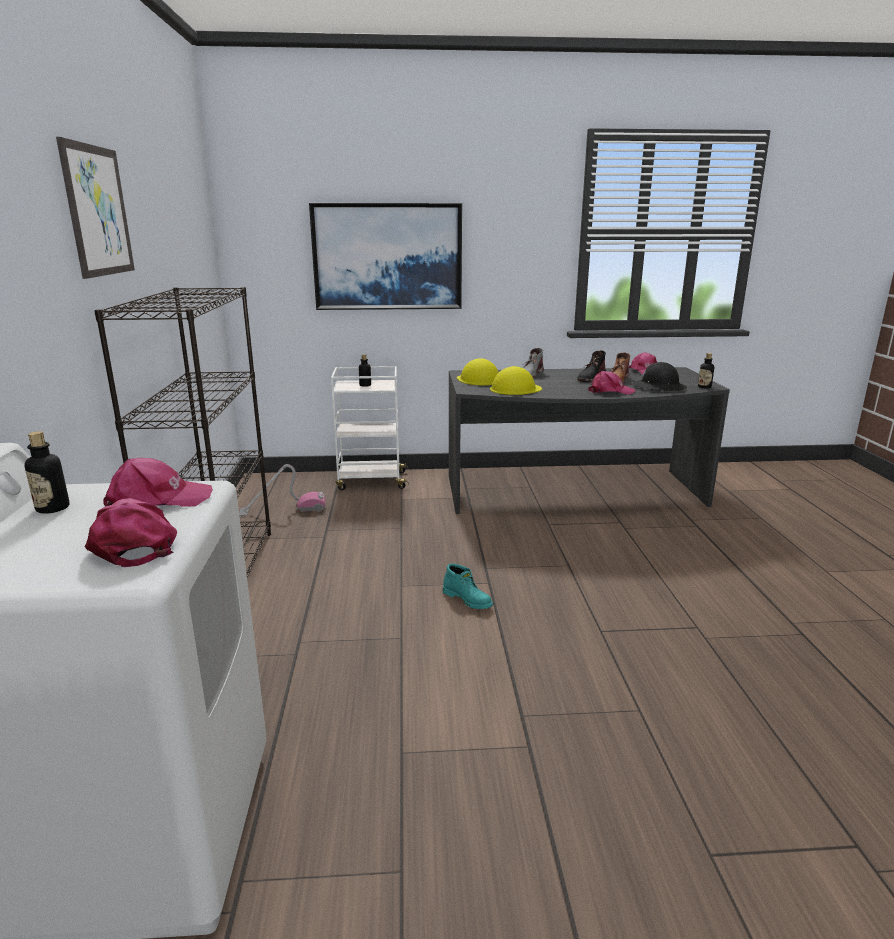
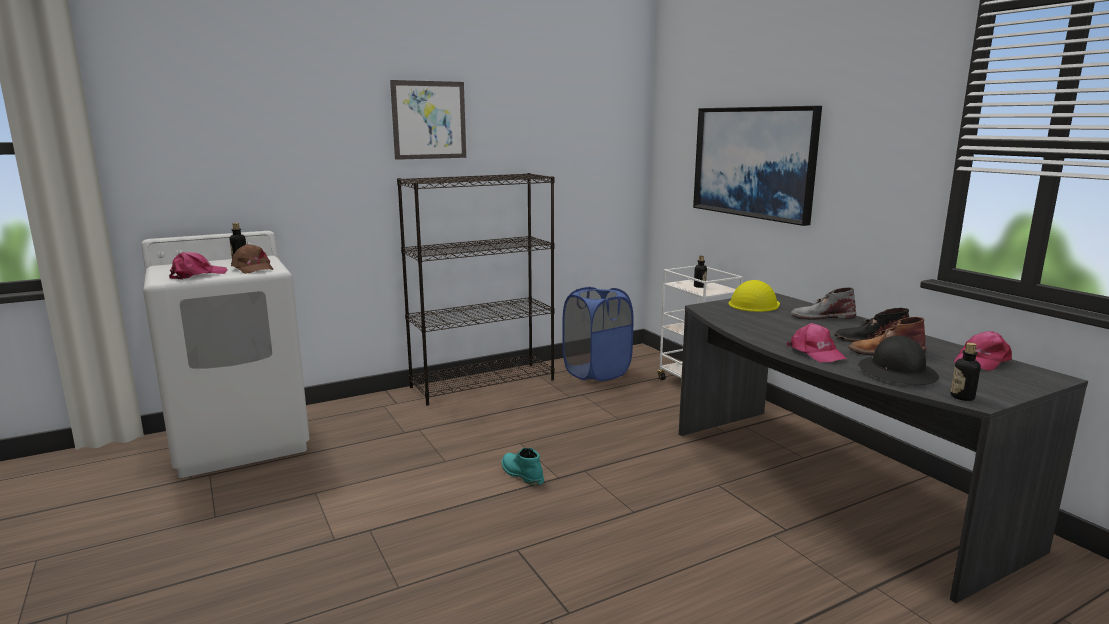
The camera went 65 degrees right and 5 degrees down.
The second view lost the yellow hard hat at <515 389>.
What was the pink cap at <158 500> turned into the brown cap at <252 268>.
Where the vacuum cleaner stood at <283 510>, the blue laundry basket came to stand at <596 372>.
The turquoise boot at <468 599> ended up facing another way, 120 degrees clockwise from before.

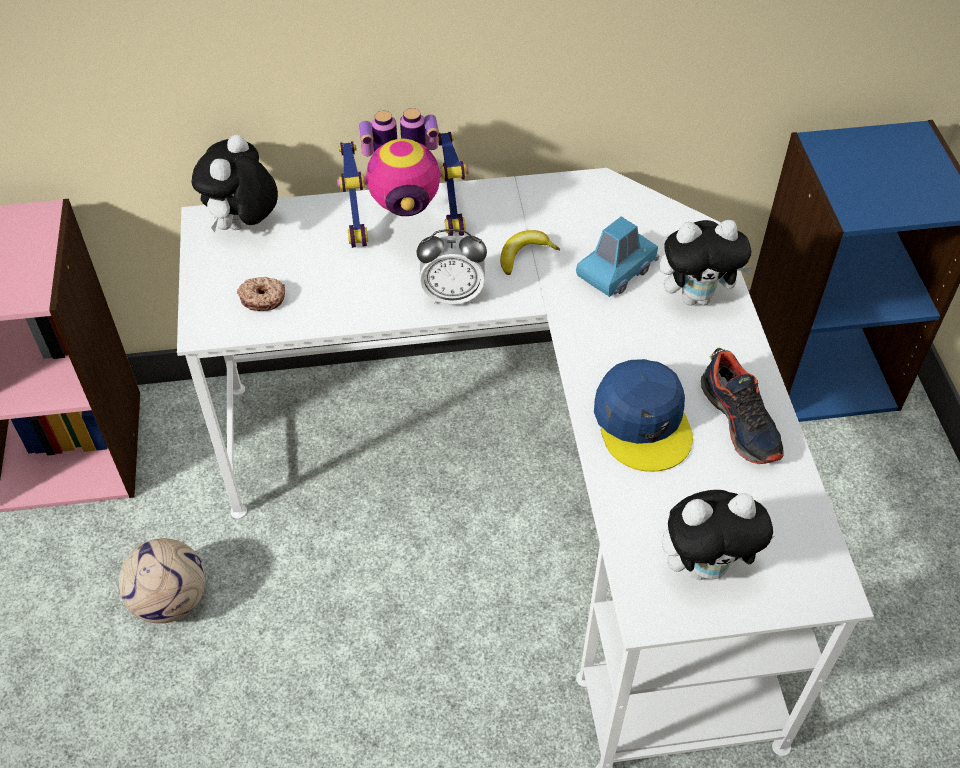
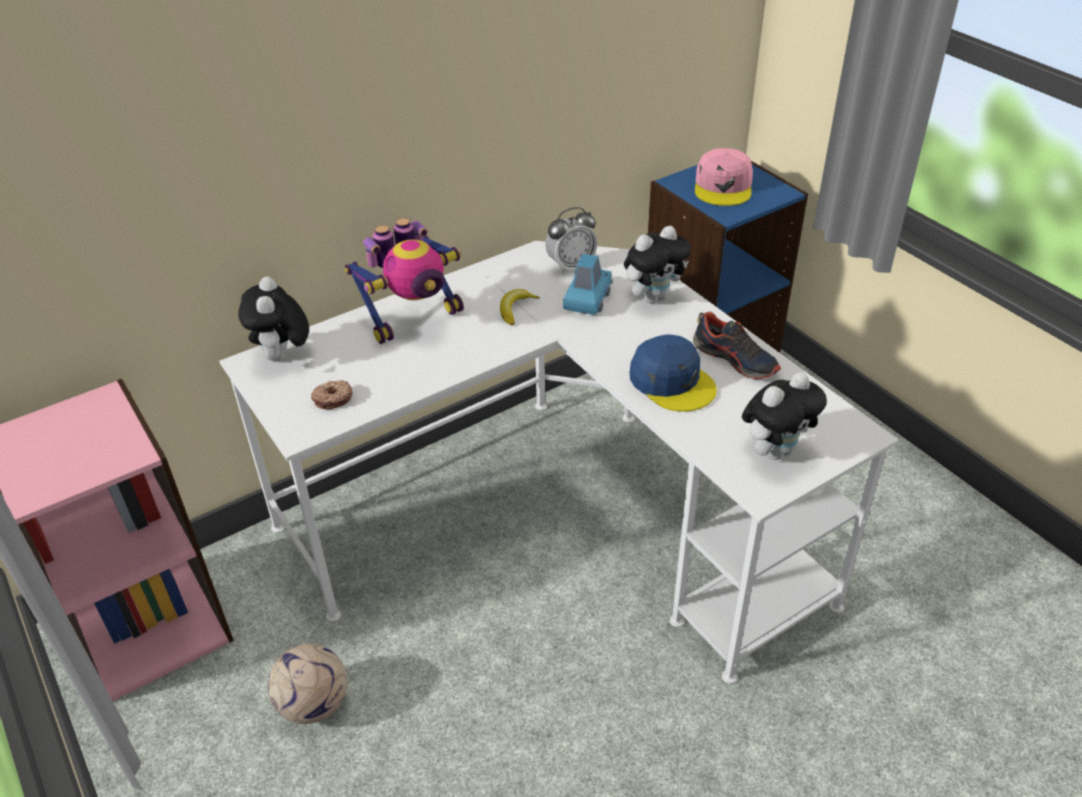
The camera went 25 degrees left and 10 degrees down.
The alarm clock ended up elsewhere, having gone from <452 295> to <571 266>.
The second view gained the pink cap at <723 186>.

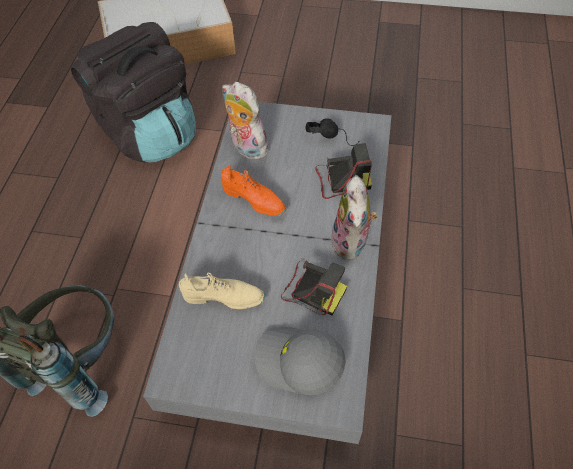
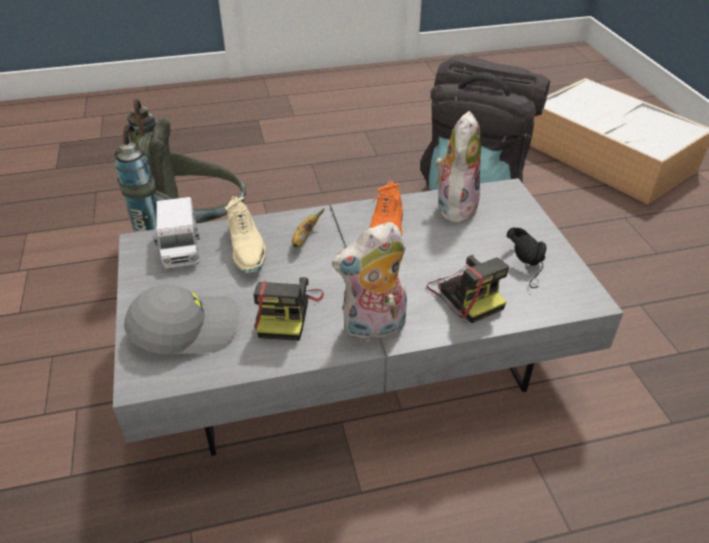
The camera went 65 degrees right and 15 degrees down.
The grey cap at <298 363> ended up facing another way, 75 degrees clockwise from before.
The second view gained the toy truck at <180 248>.
The second view gained the banana at <304 238>.

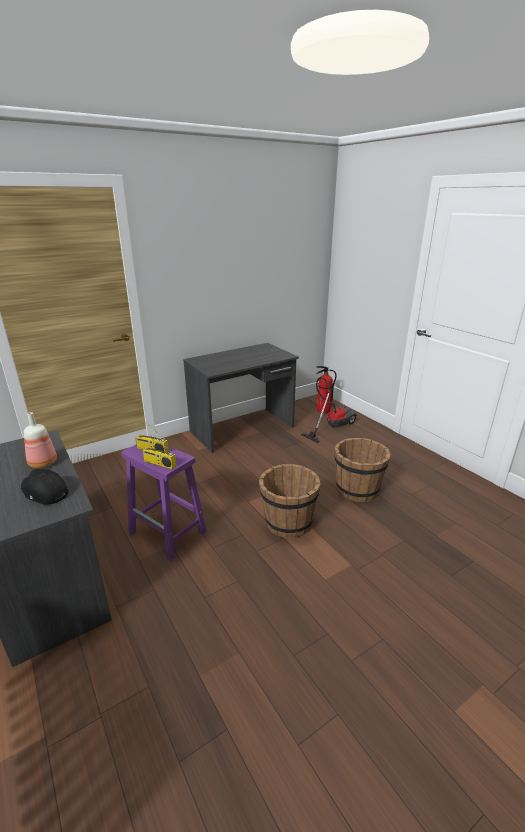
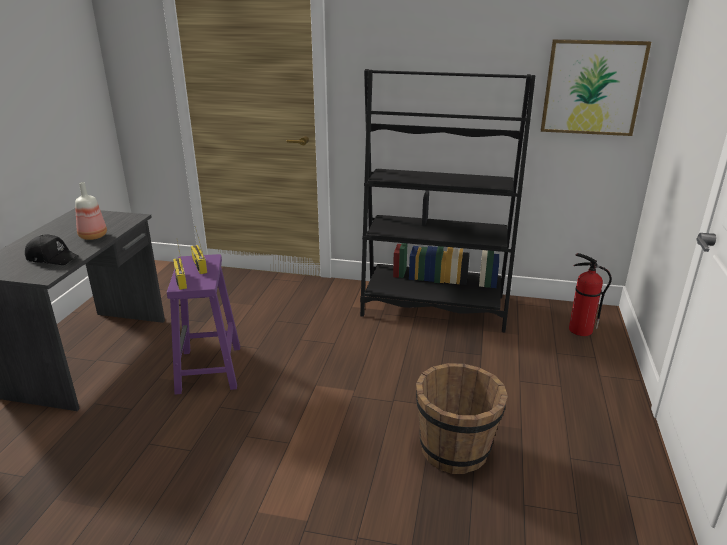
The camera went 45 degrees right and 0 degrees up.
Where the grey desk stood at <243 429>, the black bookcase came to stand at <433 306>.
The second view lost the vacuum cleaner at <331 426>.
The second view lost the brown bucket at <288 522>.
The black cap at <44 492> ended up facing another way, 120 degrees clockwise from before.
The second view gained the picture at <592 87>.

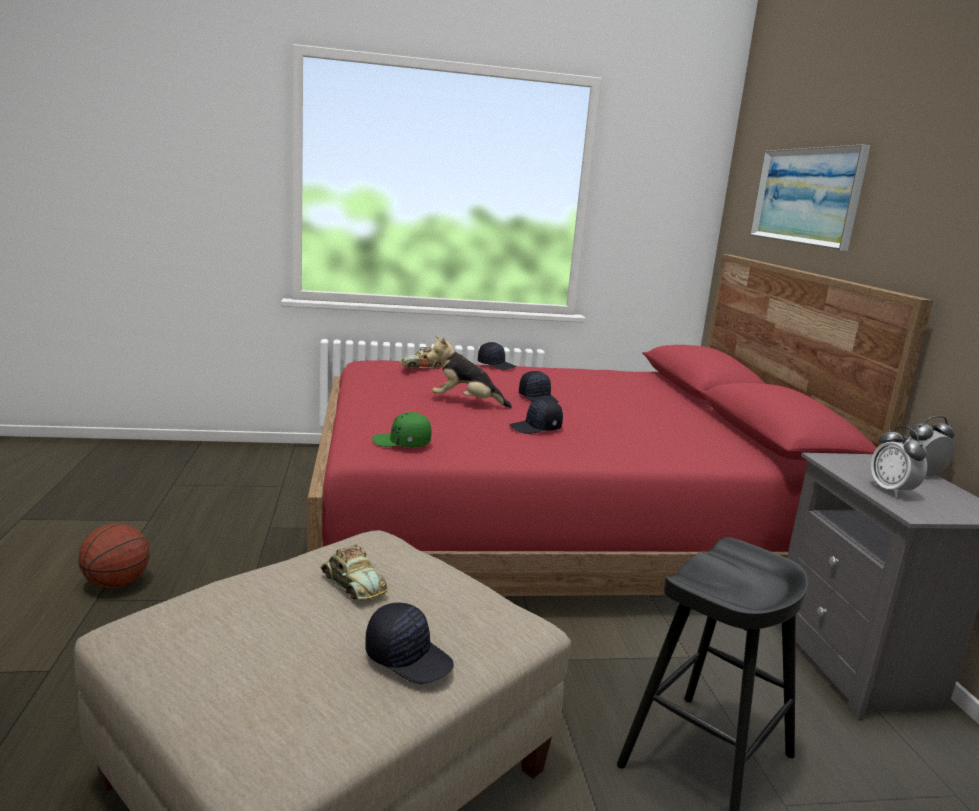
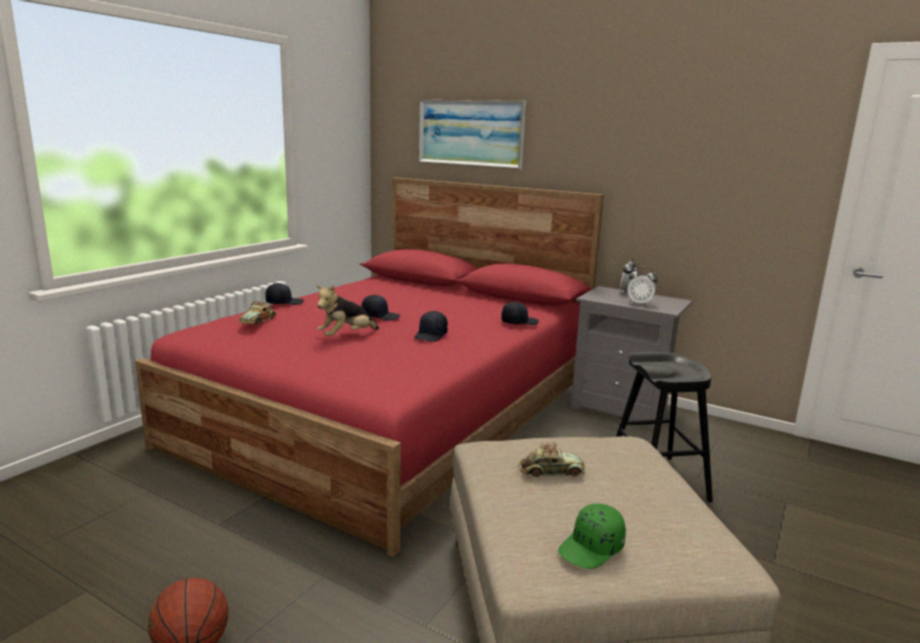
The camera went 50 degrees left and 0 degrees up.
The green cap ended up elsewhere, having gone from <401 443> to <592 548>.
The black cap ended up elsewhere, having gone from <409 657> to <519 322>.

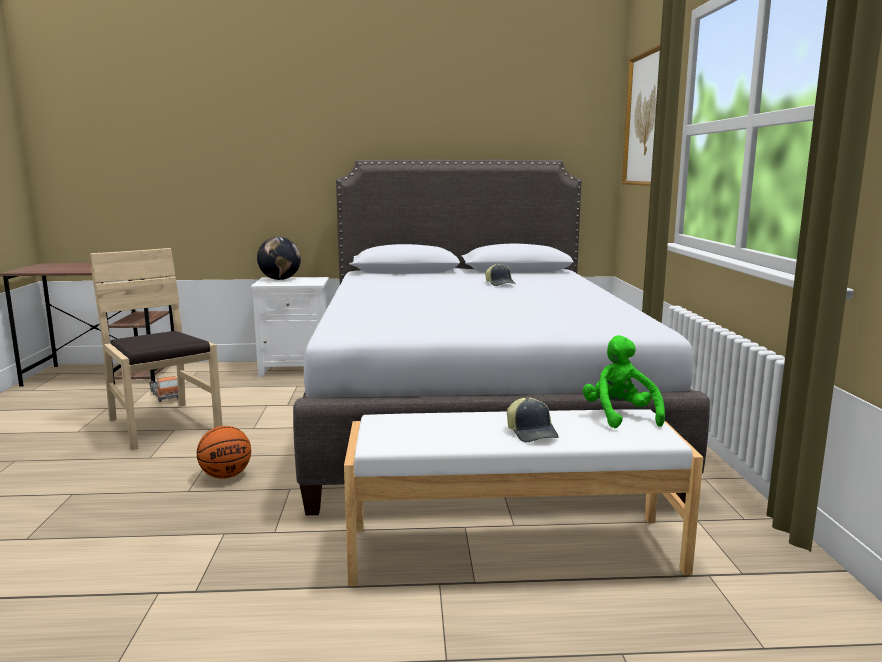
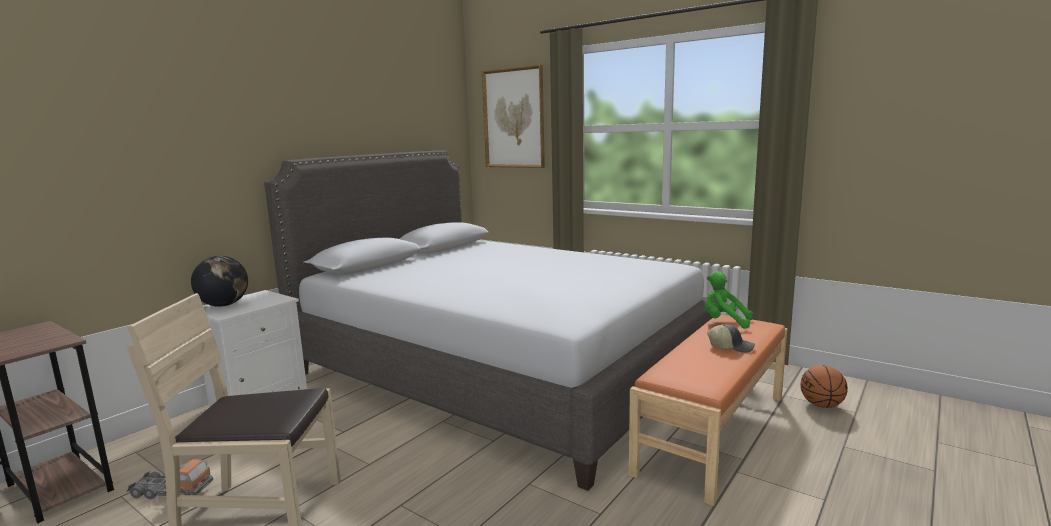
The camera went 50 degrees left and 0 degrees up.
The second view lost the cap at <500 284>.
What was the white bench at <513 548> turned into the orange bench at <712 432>.
The basketball ended up elsewhere, having gone from <226 476> to <821 405>.

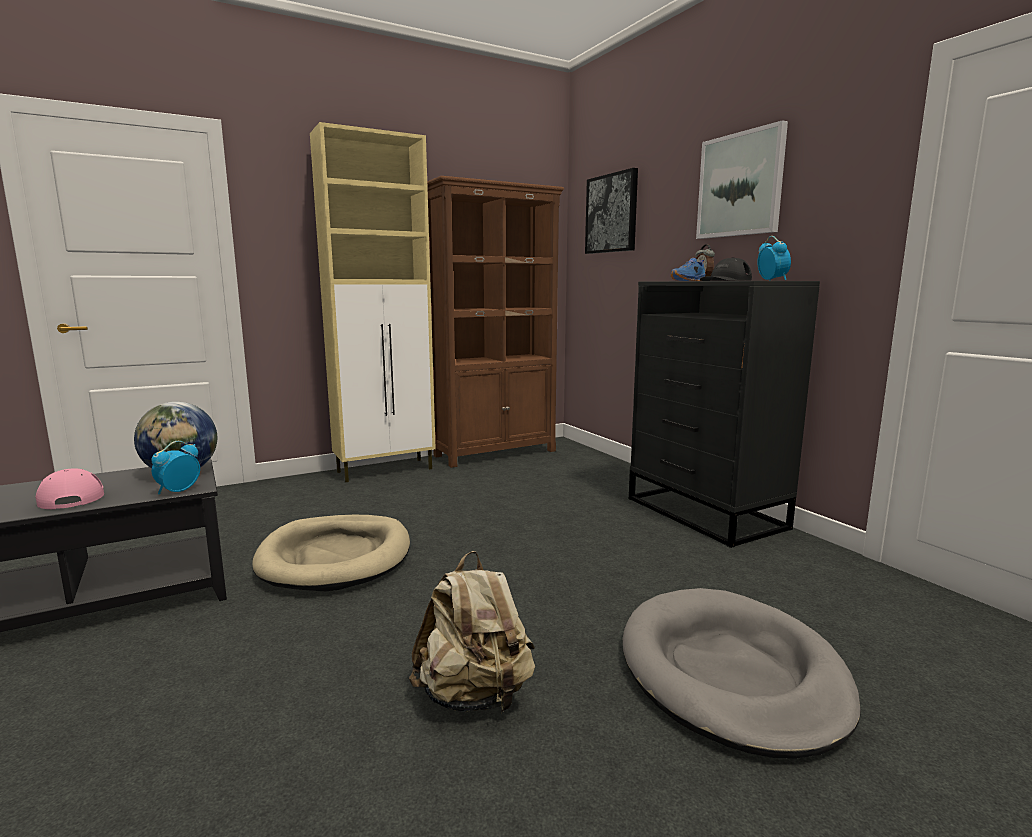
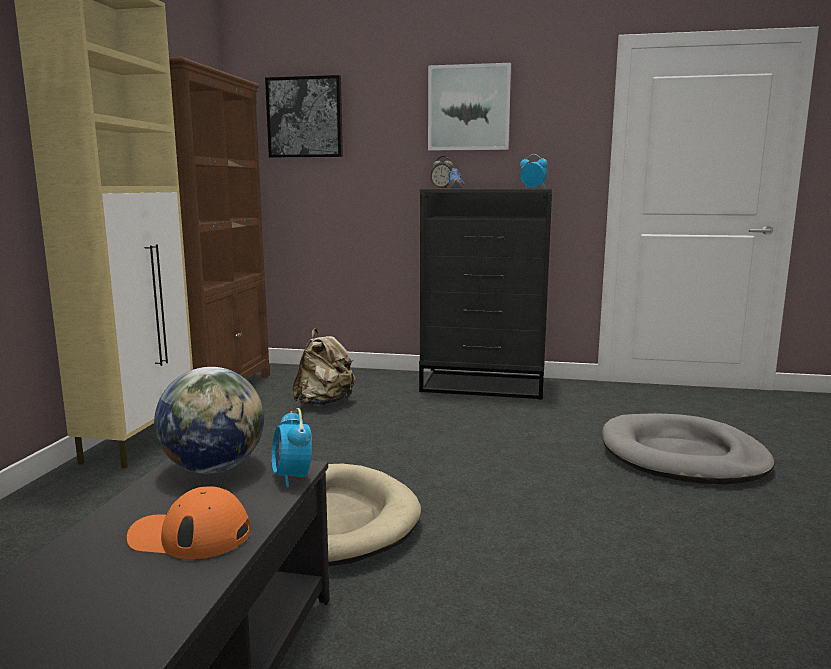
The camera went 50 degrees left and 0 degrees up.
The second view lost the black cap at <726 280>.
What was the pink cap at <72 496> turned into the orange cap at <190 535>.
The beige backpack ended up elsewhere, having gone from <474 696> to <324 403>.

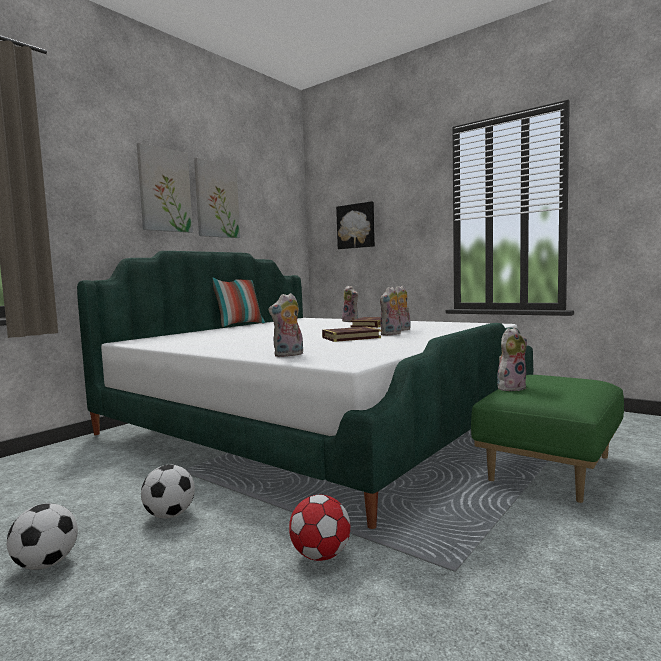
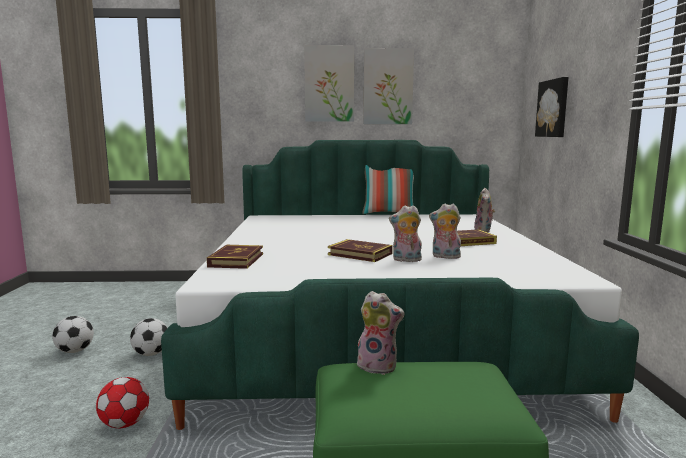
The camera went 50 degrees right and 5 degrees up.
Where the plush toy stood at <289 355>, the book came to stand at <236 260>.

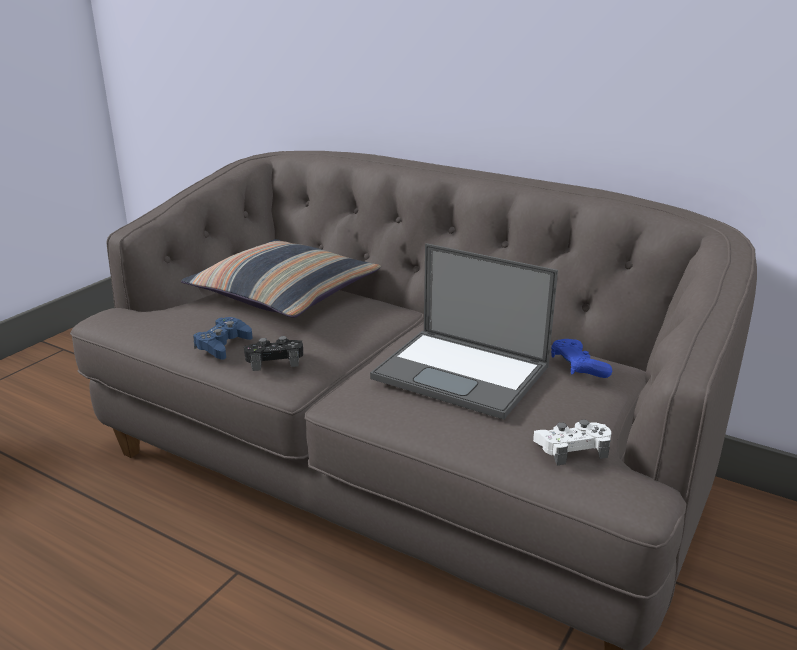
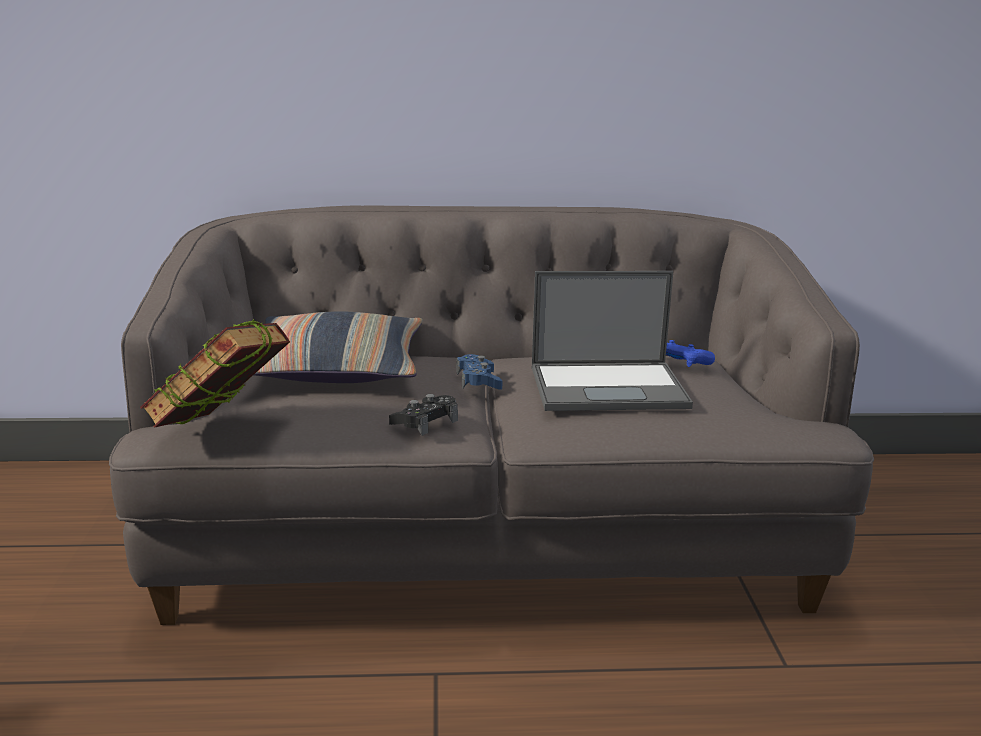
The camera went 35 degrees left and 5 degrees down.
The blue game controller ended up elsewhere, having gone from <223 345> to <478 380>.
The second view lost the white game controller at <572 448>.
The second view gained the book at <222 431>.

